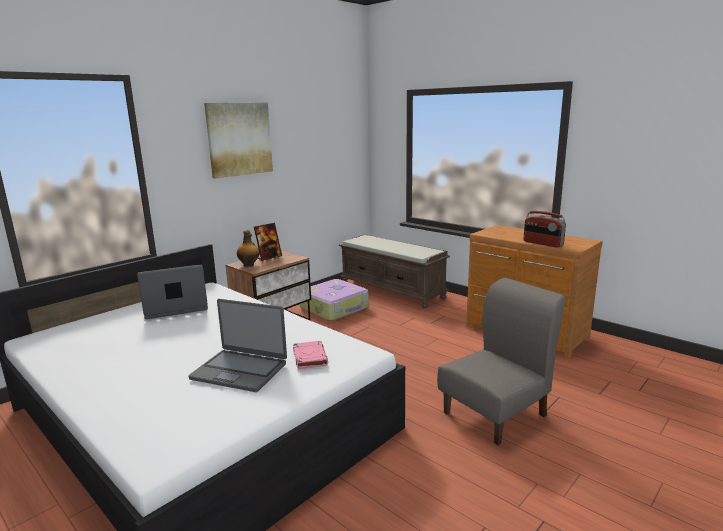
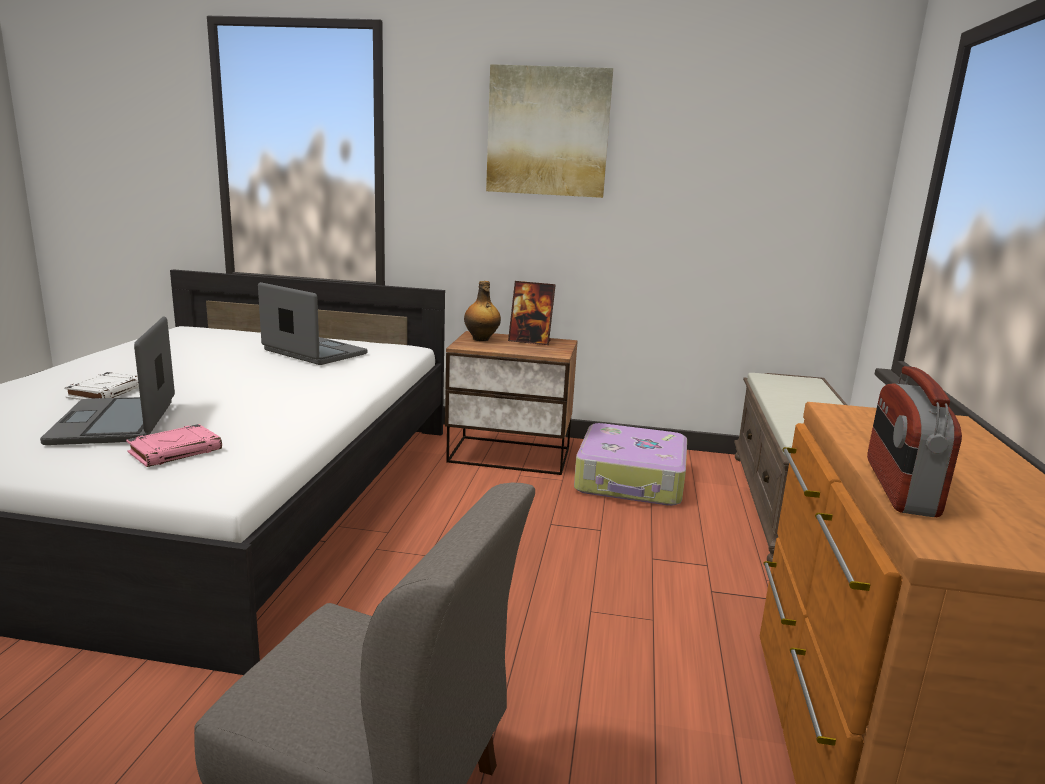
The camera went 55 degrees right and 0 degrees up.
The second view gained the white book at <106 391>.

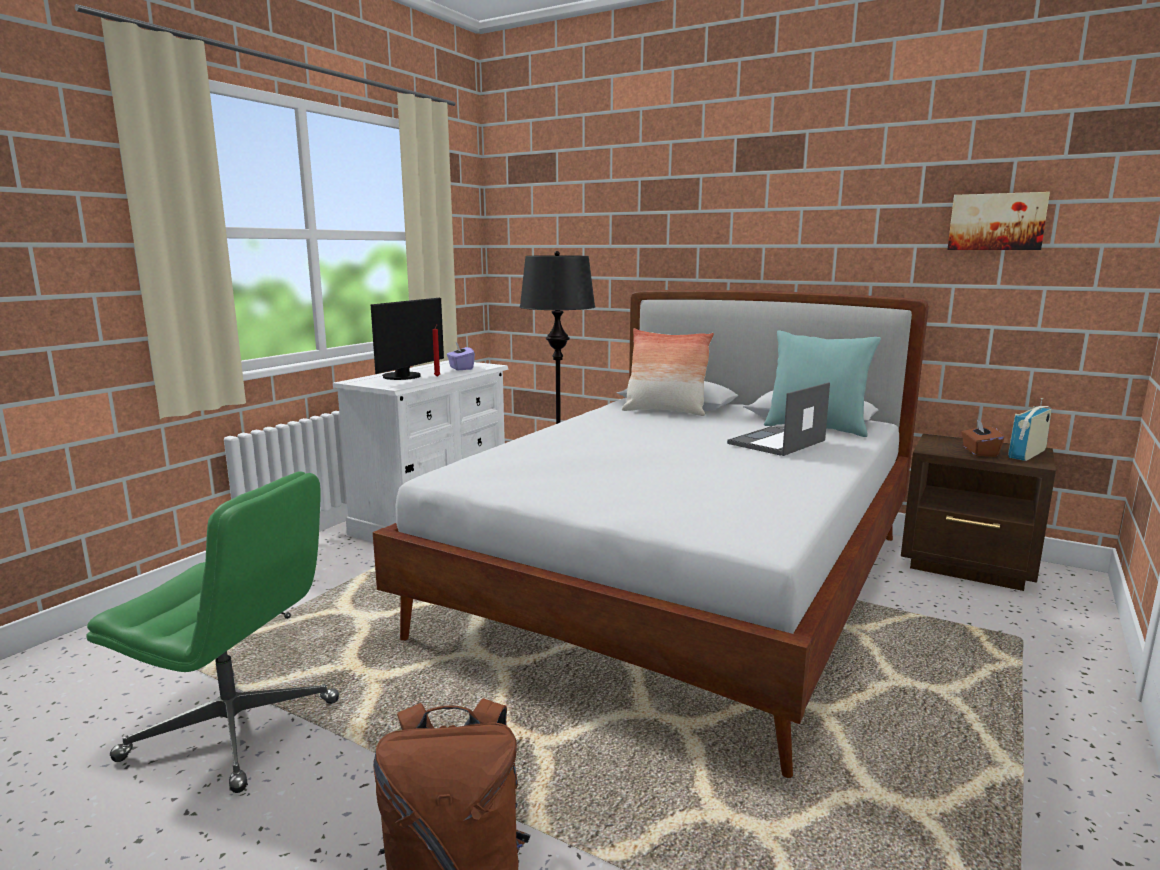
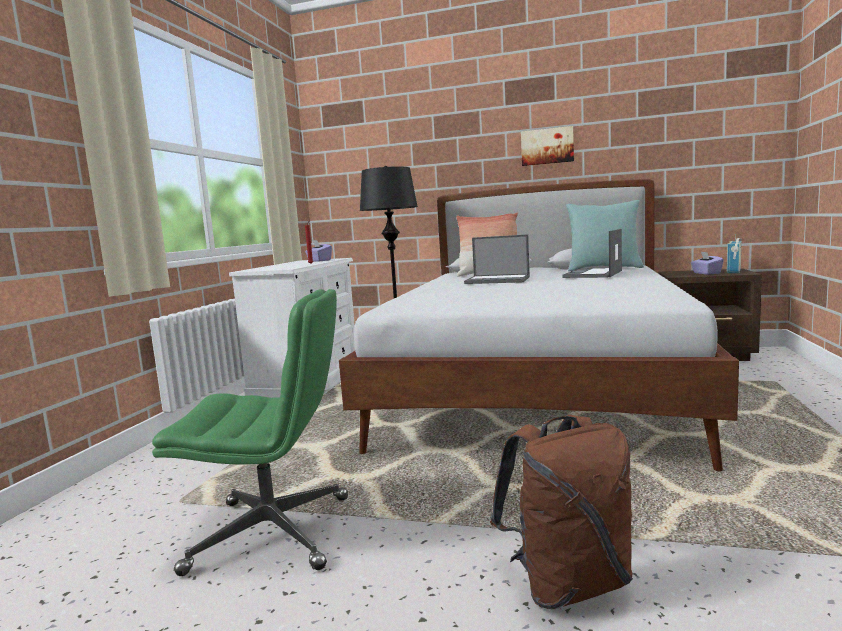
The camera went 15 degrees left and 5 degrees down.
The picture ended up elsewhere, having gone from <996 222> to <547 146>.
The second view lost the monitor at <405 377>.
What was the brown tissue box at <979 452> turned into the purple tissue box at <706 273>.
The second view gained the laptop at <498 280>.

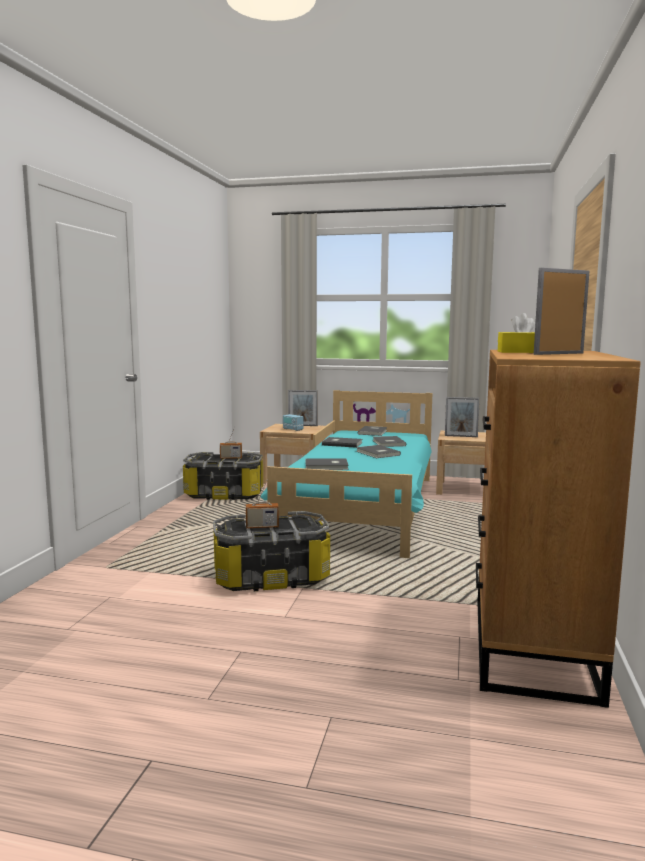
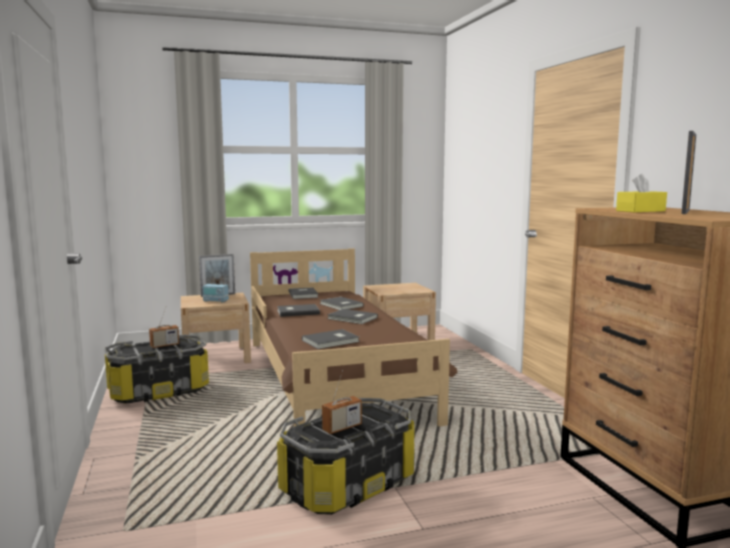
The camera went 30 degrees left and 0 degrees up.
What was the turquoise bed at <364 508> turned into the brown bed at <333 378>.
The second view lost the picture frame at <461 436>.

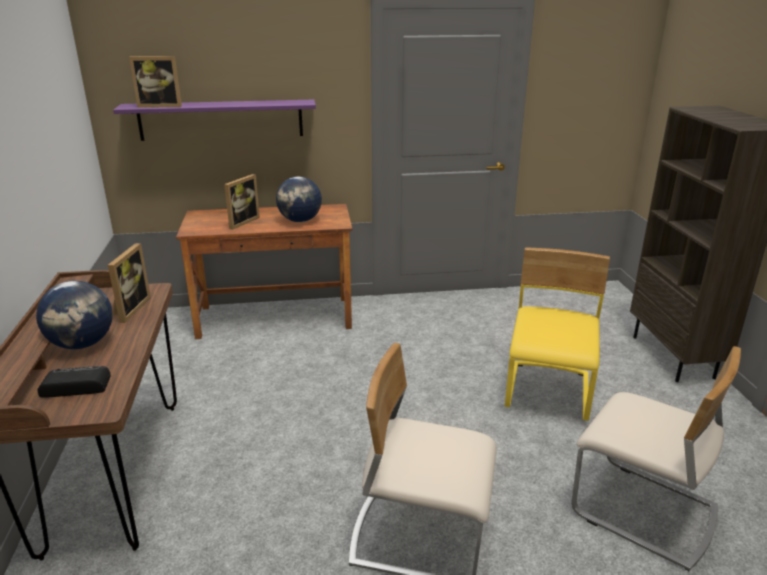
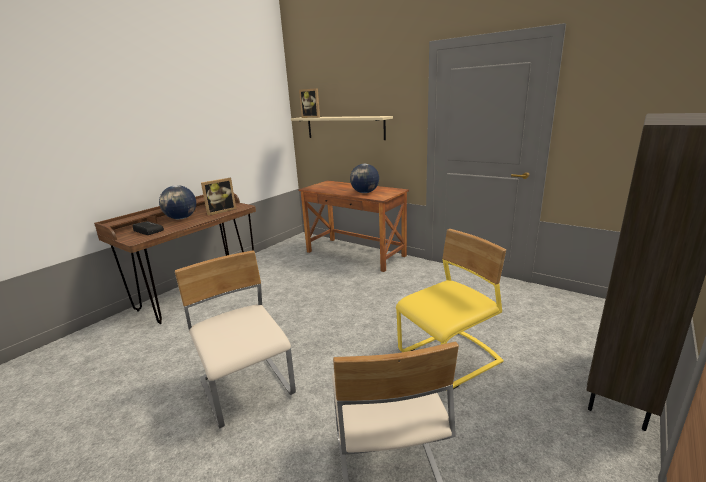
The camera went 45 degrees right and 5 degrees down.
What was the purple shelf at <221 120> turned into the beige shelf at <344 127>.
The second view lost the picture frame at <241 222>.

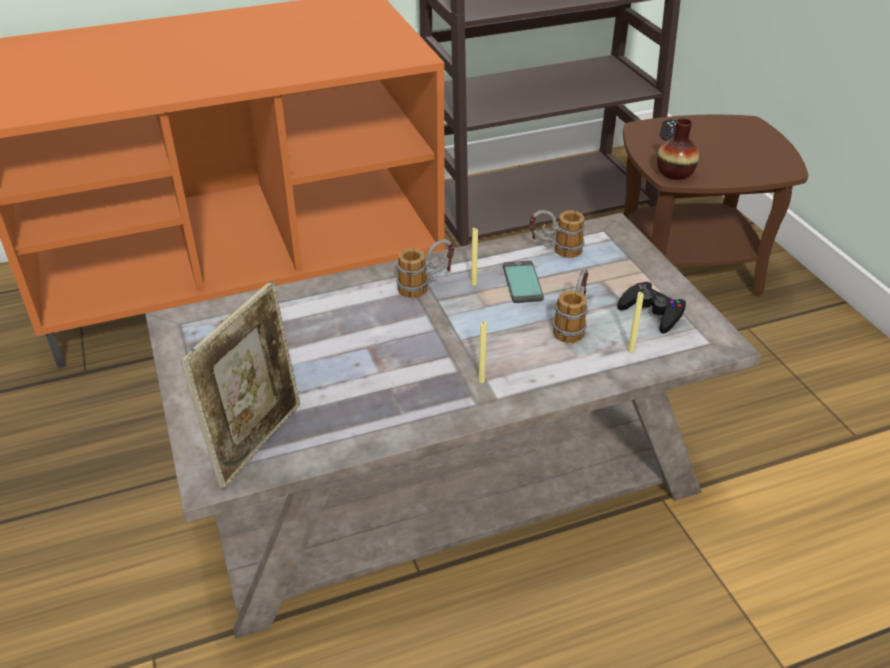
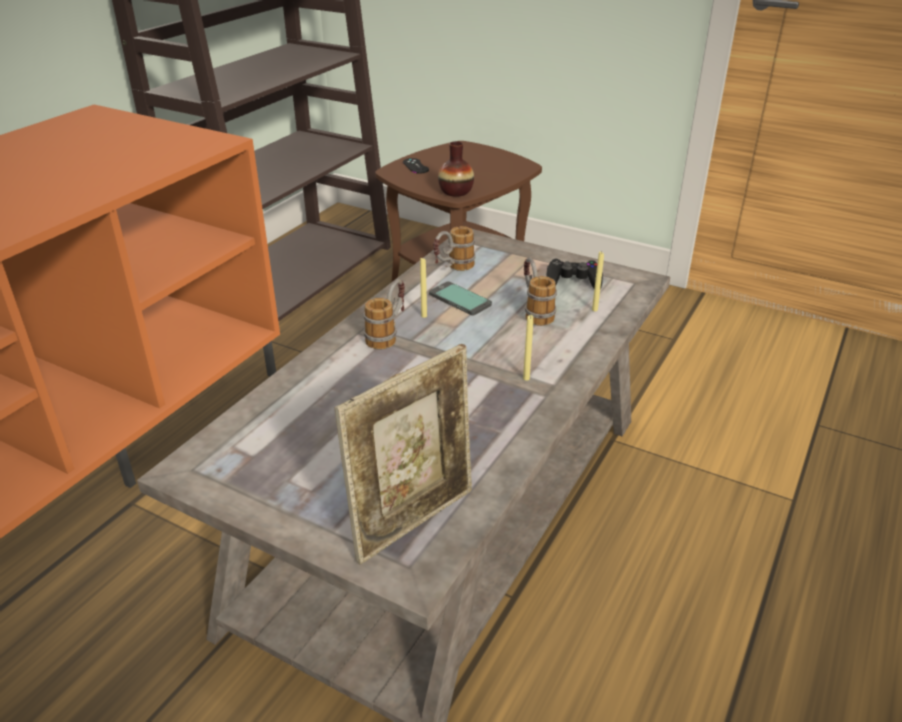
The camera went 40 degrees left and 5 degrees down.
The picture frame at <257 441> ended up facing another way, 60 degrees clockwise from before.

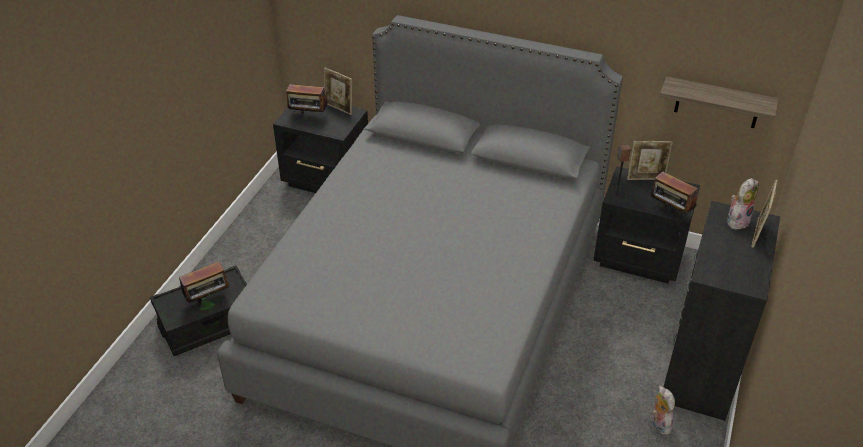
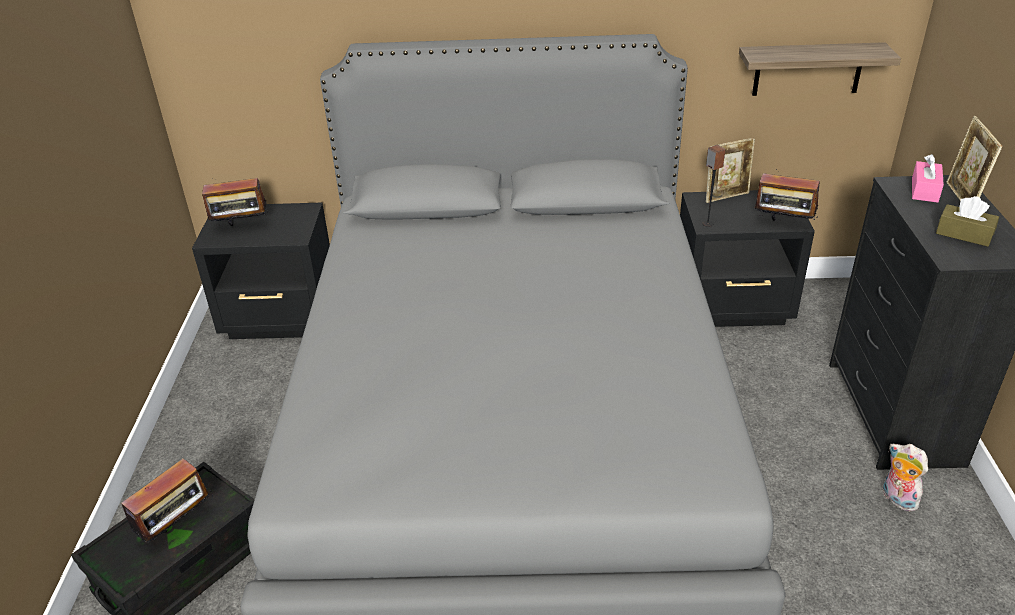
The camera went 20 degrees left and 5 degrees down.
The second view lost the picture frame at <339 108>.
Where the plush toy stood at <737 220>, the pink tissue box came to stand at <924 190>.
The second view gained the brown tissue box at <964 234>.

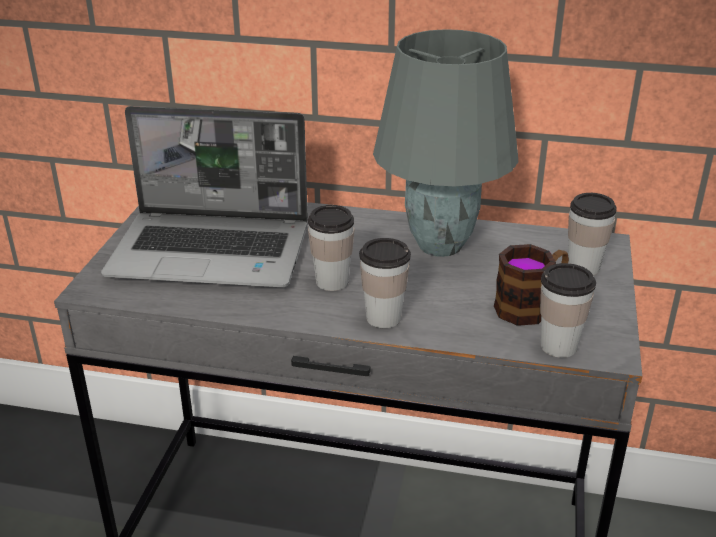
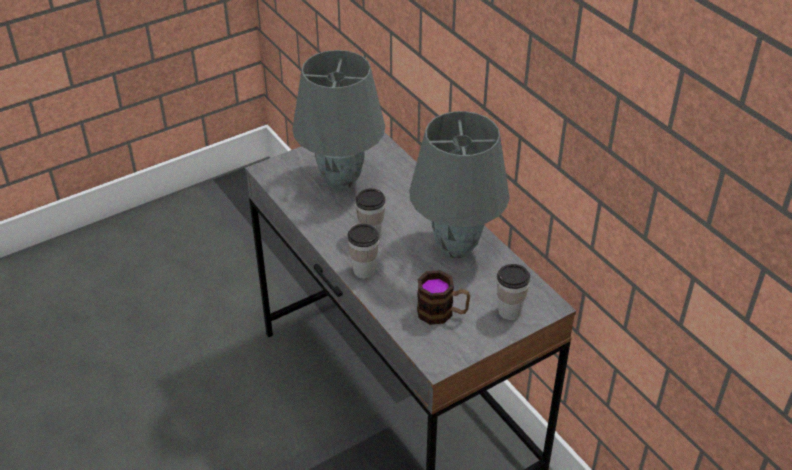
The camera went 45 degrees right and 10 degrees up.
Where the laptop stood at <213 252>, the grey table lamp came to stand at <342 181>.
The second view lost the cup at <558 346>.

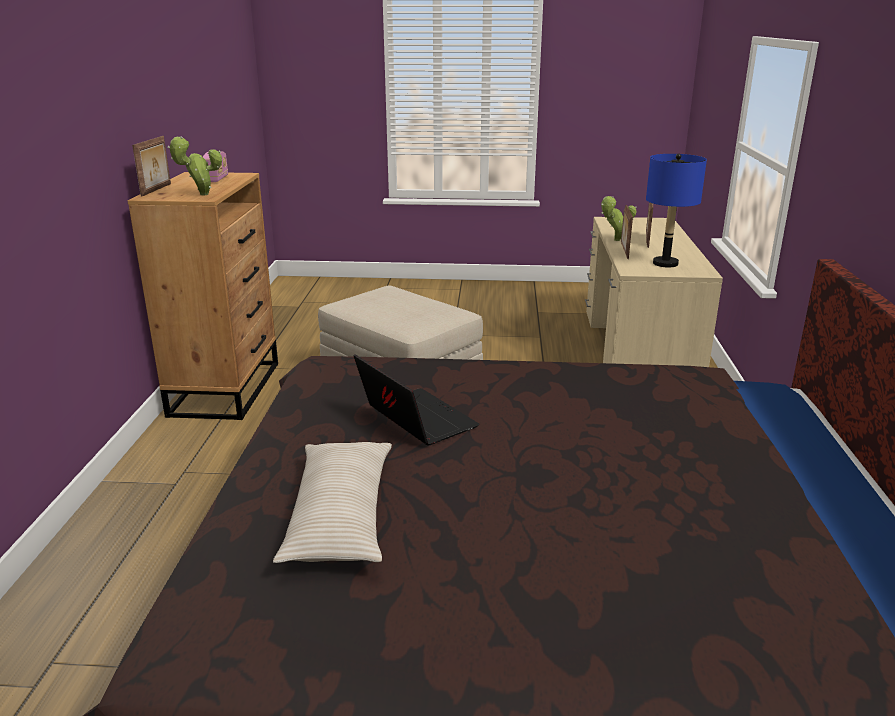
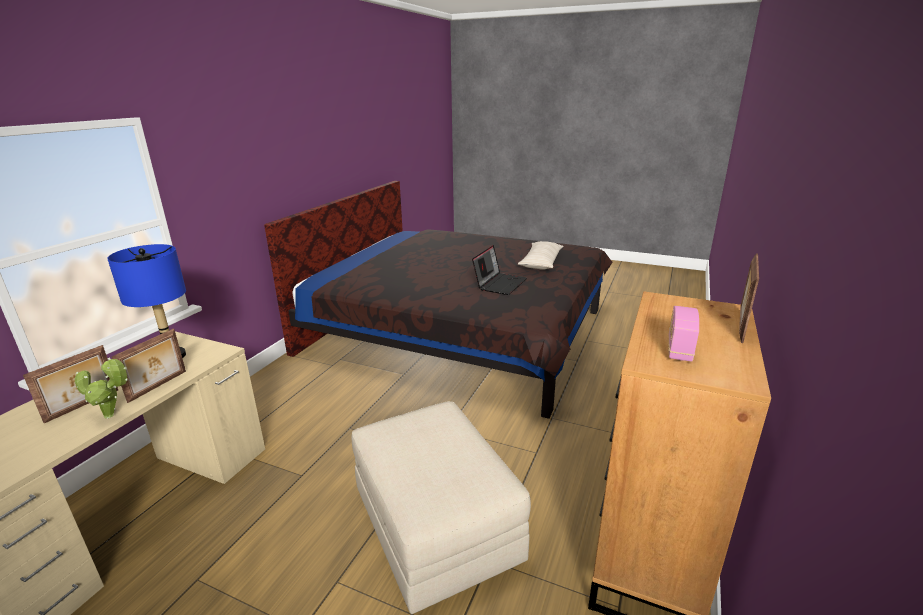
The camera went 160 degrees left and 0 degrees up.
The second view lost the potted plant at <201 195>.
The laptop at <414 420> ended up facing another way, 135 degrees counterclockwise from before.

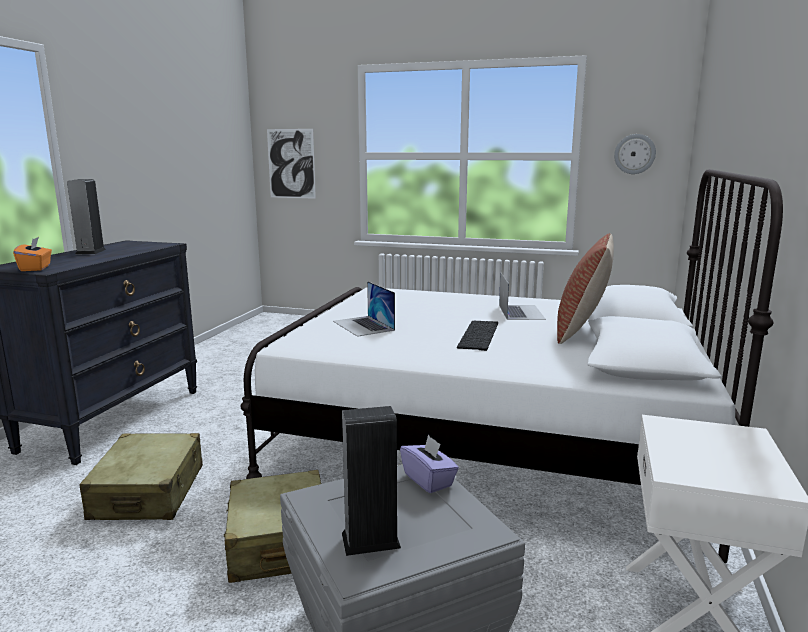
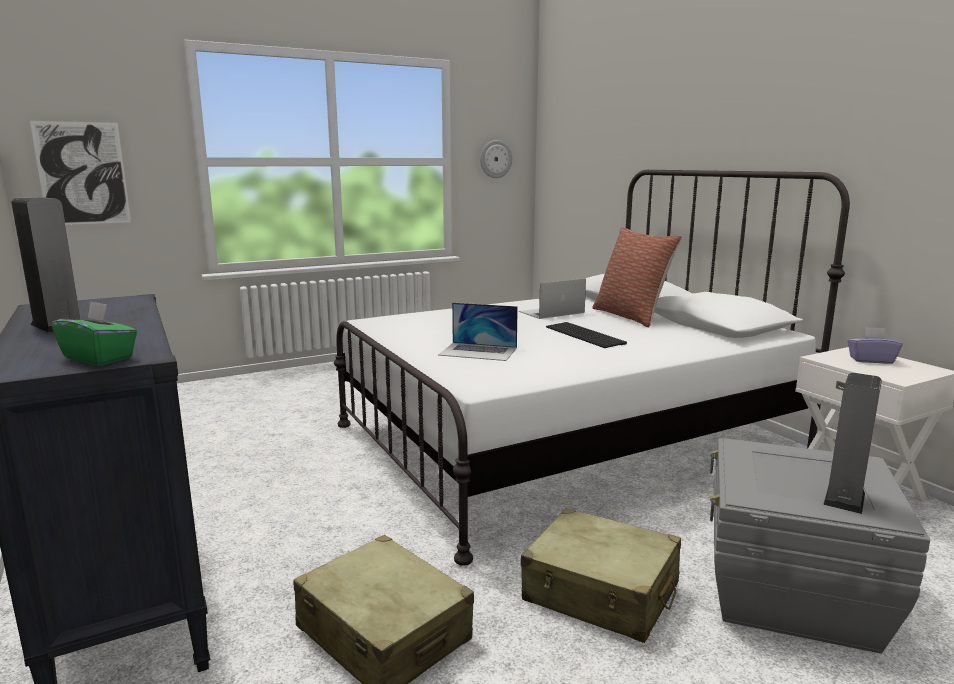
The camera went 45 degrees left and 0 degrees up.
What was the orange tissue box at <36 268> turned into the green tissue box at <99 358>.
The laptop at <521 312> ended up facing another way, 75 degrees counterclockwise from before.
The purple tissue box ended up elsewhere, having gone from <428 480> to <871 360>.

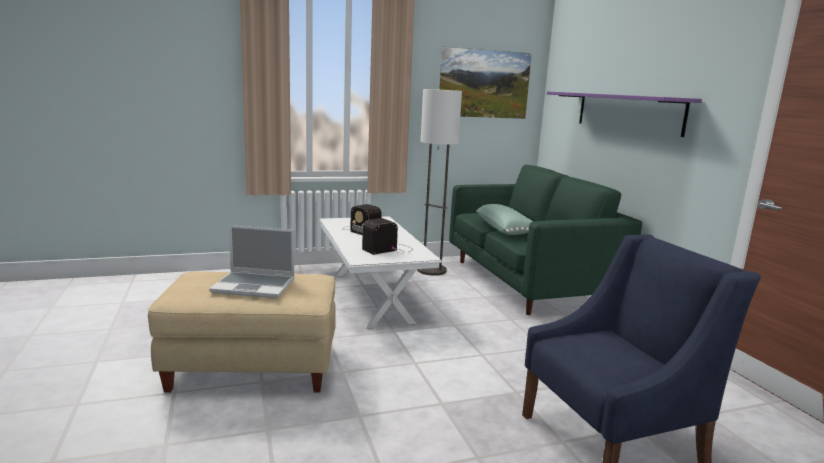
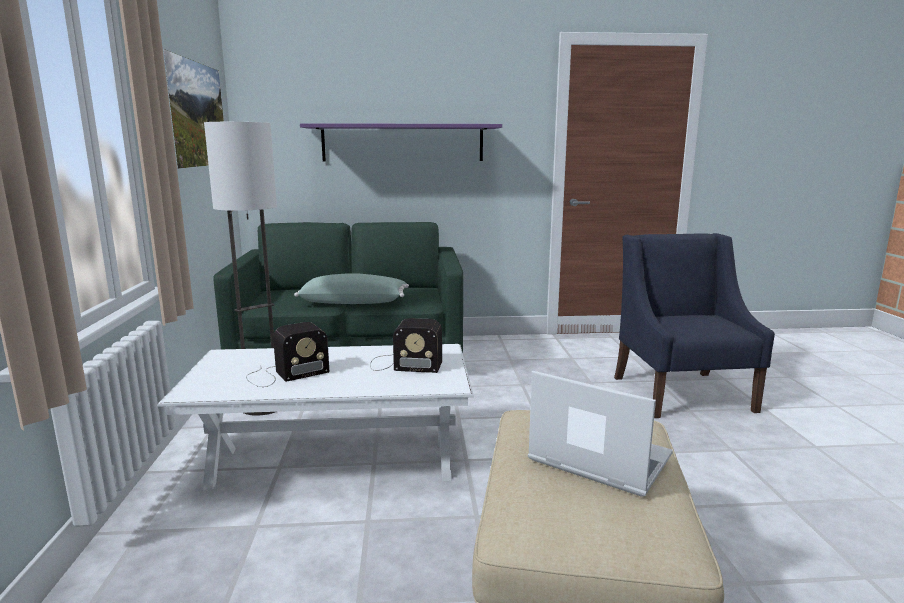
The camera went 75 degrees left and 0 degrees up.
The radio at <389 249> ended up facing another way, 60 degrees counterclockwise from before.
The laptop at <255 286> ended up facing another way, 75 degrees counterclockwise from before.

